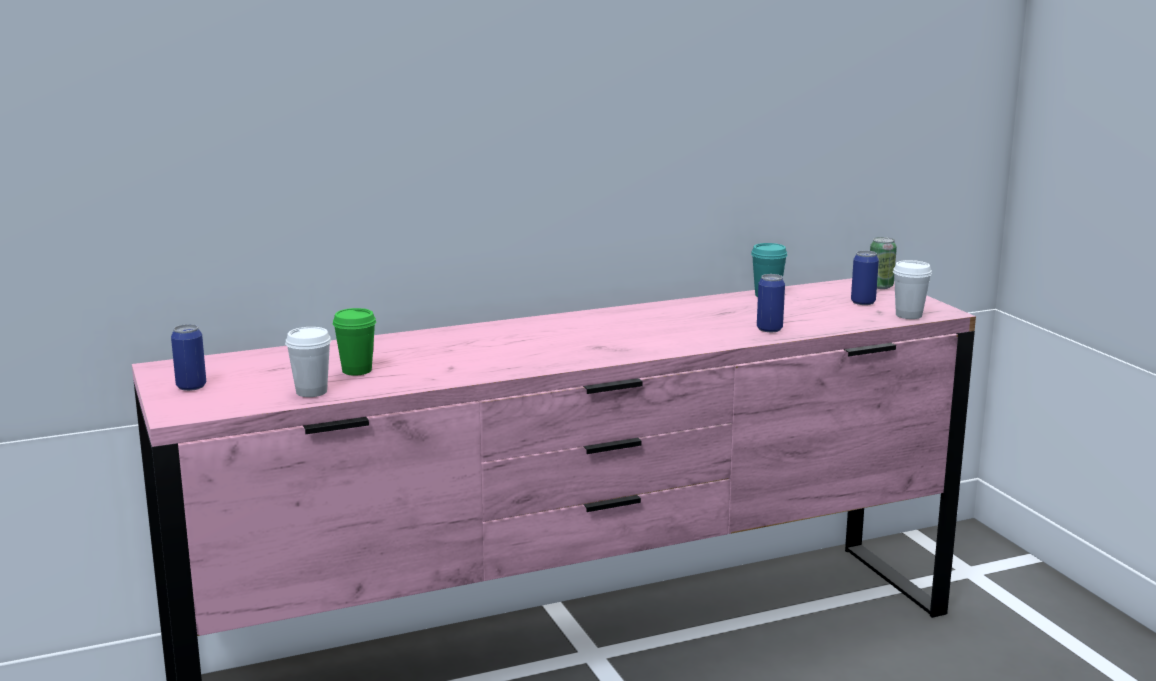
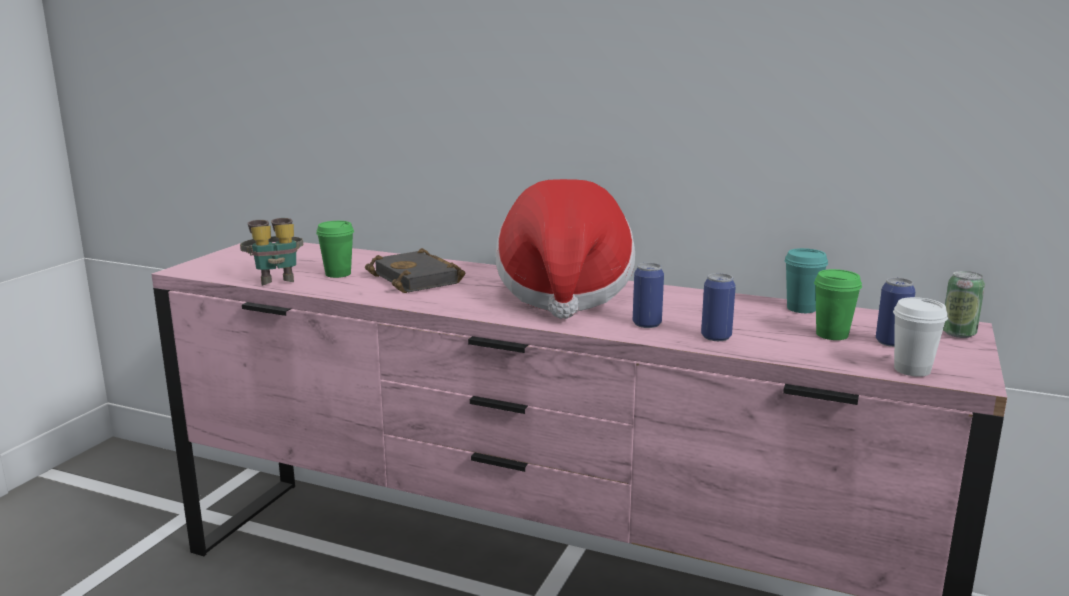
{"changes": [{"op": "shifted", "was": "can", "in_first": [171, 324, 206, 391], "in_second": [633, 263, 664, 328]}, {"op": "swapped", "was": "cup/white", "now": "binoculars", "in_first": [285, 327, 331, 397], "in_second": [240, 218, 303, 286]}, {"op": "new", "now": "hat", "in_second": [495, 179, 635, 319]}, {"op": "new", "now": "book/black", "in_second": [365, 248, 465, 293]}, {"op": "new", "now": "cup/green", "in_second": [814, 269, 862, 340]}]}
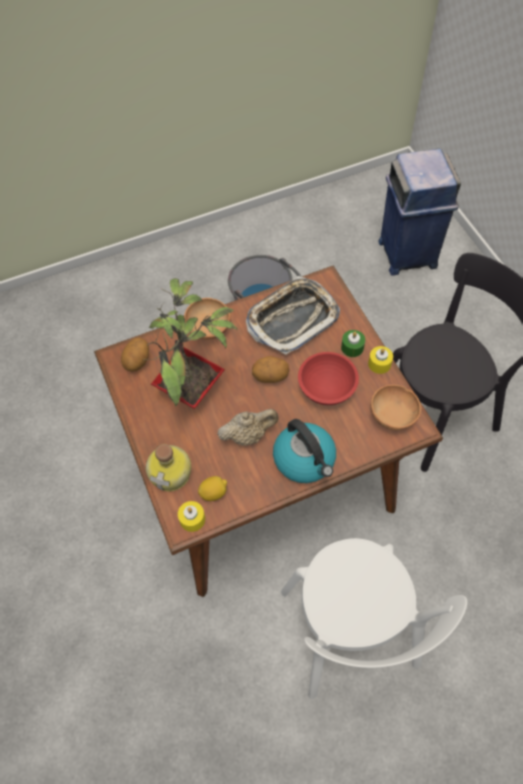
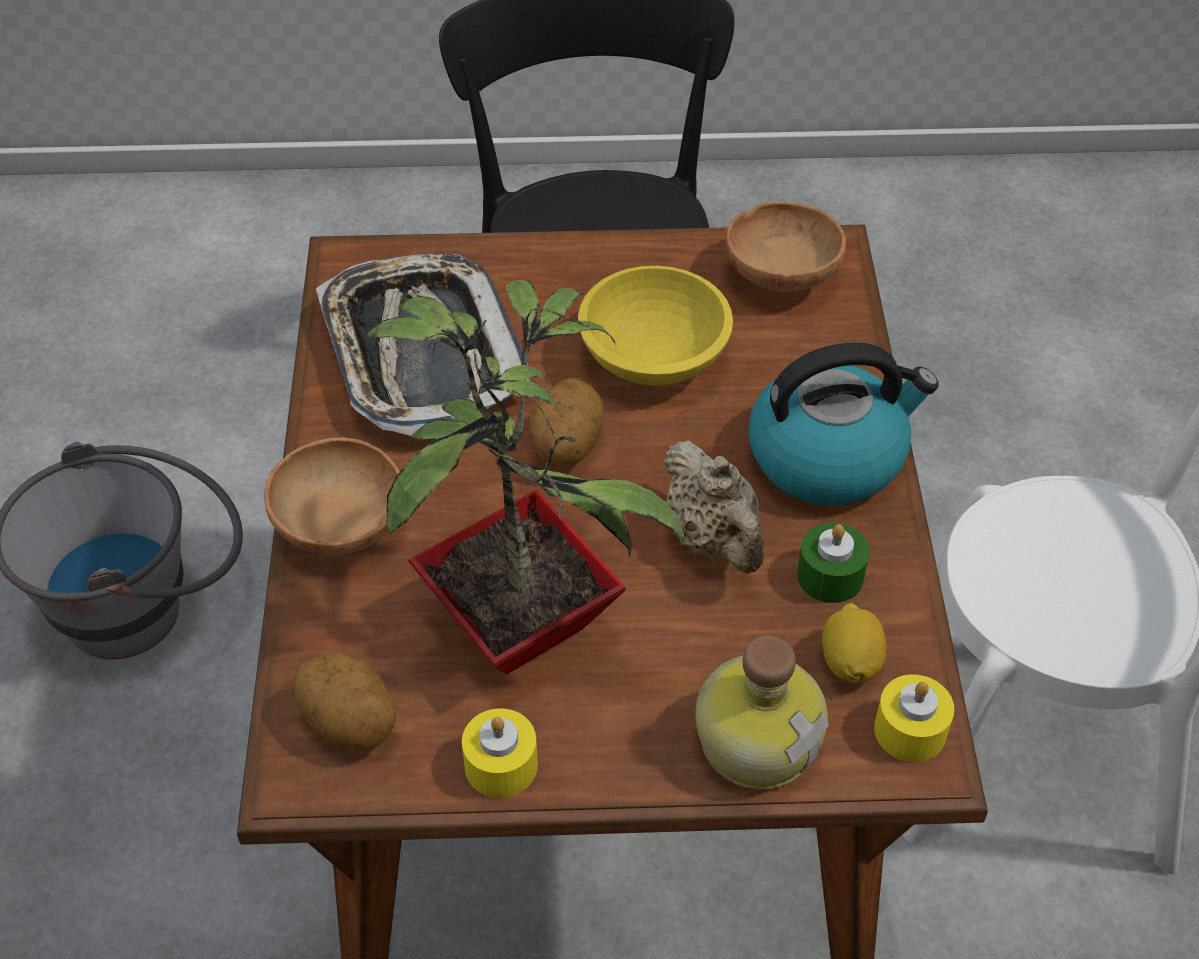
{"changes": [{"op": "gone", "was": "trash can/blue", "in_first": [379, 148, 461, 276]}, {"op": "shifted", "was": "candle/green", "in_first": [341, 330, 365, 357], "in_second": [797, 522, 870, 603]}, {"op": "shifted", "was": "candle/yellow", "in_first": [368, 346, 393, 374], "in_second": [462, 708, 538, 798]}, {"op": "repainted", "was": "bowl/red", "now": "bowl/yellow", "in_first": [298, 352, 359, 405], "in_second": [578, 266, 733, 386]}, {"op": "rotated", "was": "teapot/beige", "in_first": [217, 409, 279, 446], "in_second": [663, 440, 764, 574], "clockwise": 150}]}
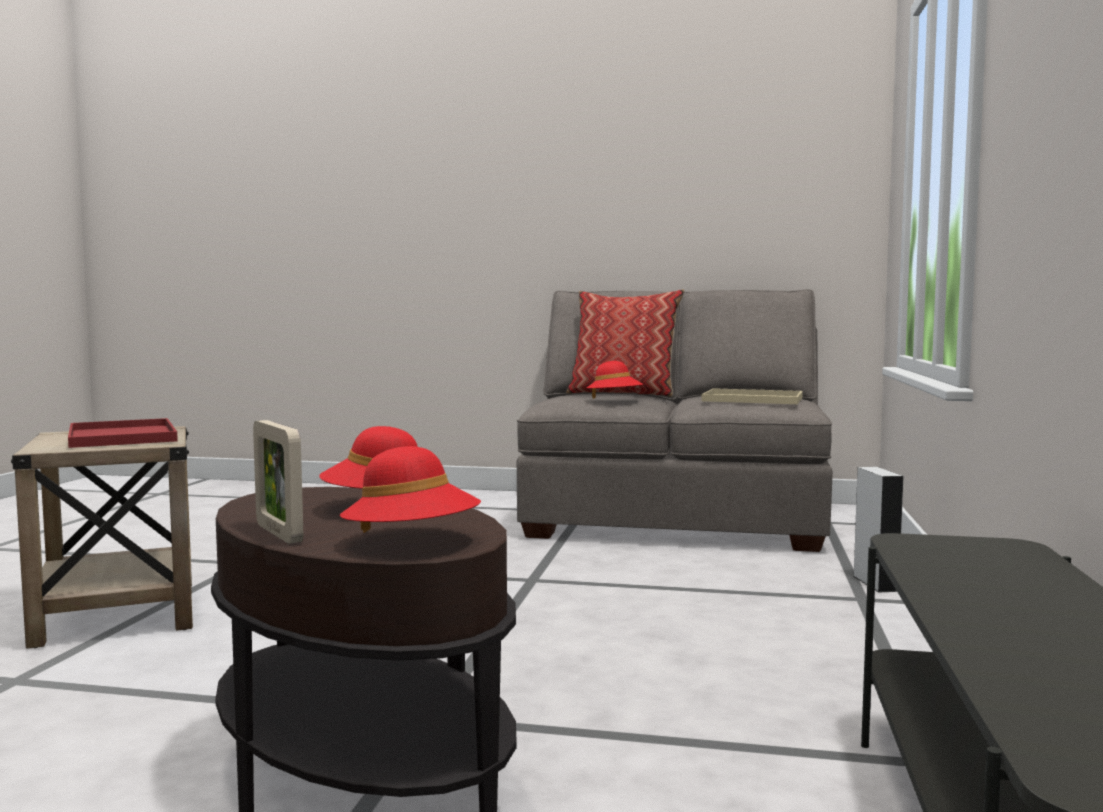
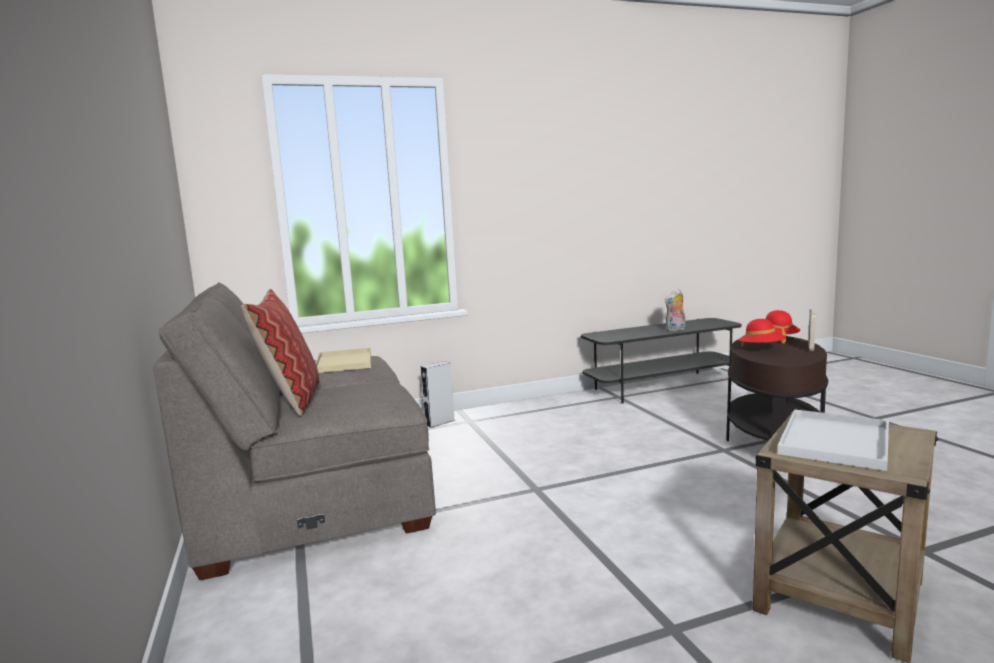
{"changes": [{"op": "gone", "was": "hat/red", "in_first": [587, 361, 643, 399]}, {"op": "repainted", "was": "tray/red", "now": "tray/white", "in_first": [68, 418, 178, 448], "in_second": [777, 409, 889, 471]}, {"op": "new", "now": "plush toy", "in_second": [665, 289, 686, 331]}]}
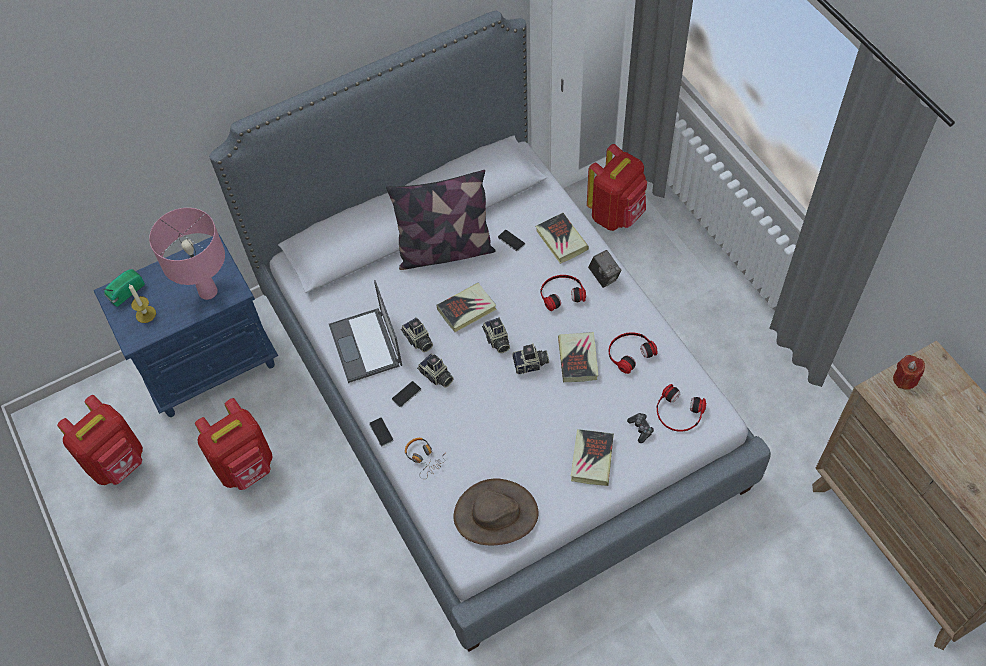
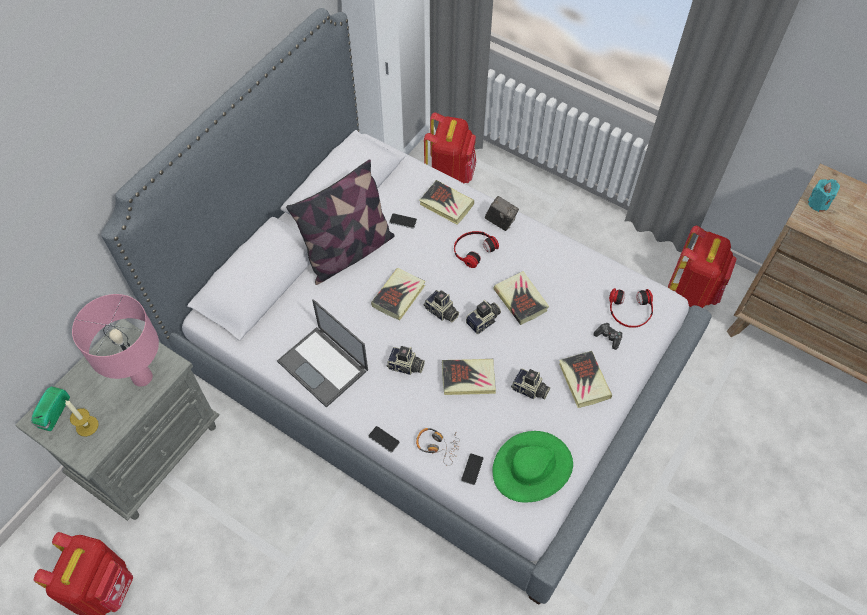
{"changes": [{"op": "repainted", "was": "nightstand/blue", "now": "nightstand/grey", "in_first": [94, 235, 278, 417], "in_second": [15, 319, 220, 521]}, {"op": "shifted", "was": "photo camera", "in_first": [401, 317, 433, 352], "in_second": [511, 369, 550, 400]}, {"op": "gone", "was": "headphones", "in_first": [609, 332, 658, 374]}, {"op": "repainted", "was": "candle/red", "now": "candle/turquoise", "in_first": [893, 355, 925, 390], "in_second": [808, 179, 840, 212]}, {"op": "shifted", "was": "phone", "in_first": [392, 381, 421, 407], "in_second": [461, 453, 484, 485]}, {"op": "shifted", "was": "backpack/red", "in_first": [195, 398, 273, 490], "in_second": [668, 226, 737, 308]}, {"op": "repainted", "was": "hat/brown", "now": "hat/green", "in_first": [454, 479, 539, 545], "in_second": [492, 431, 573, 503]}, {"op": "new", "now": "book", "in_second": [442, 359, 496, 395]}]}
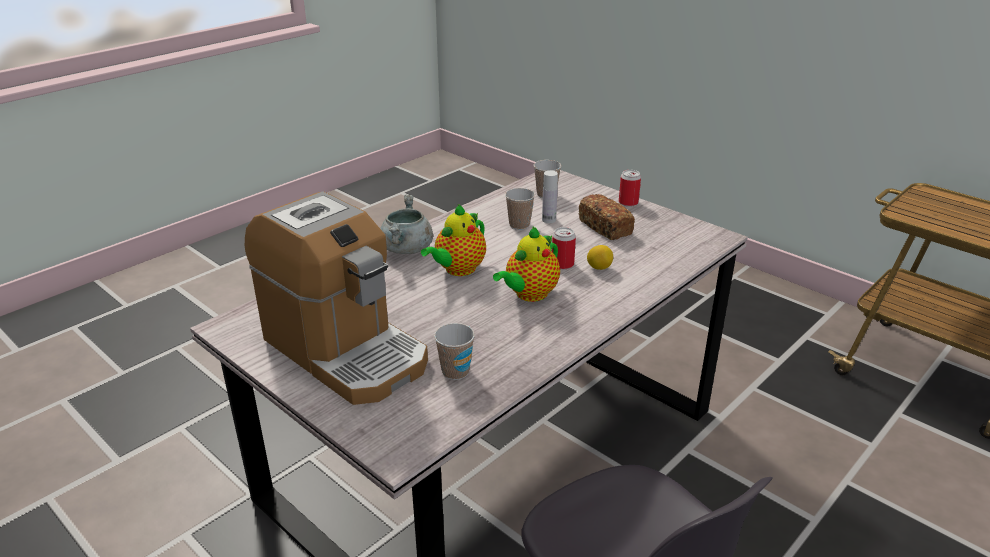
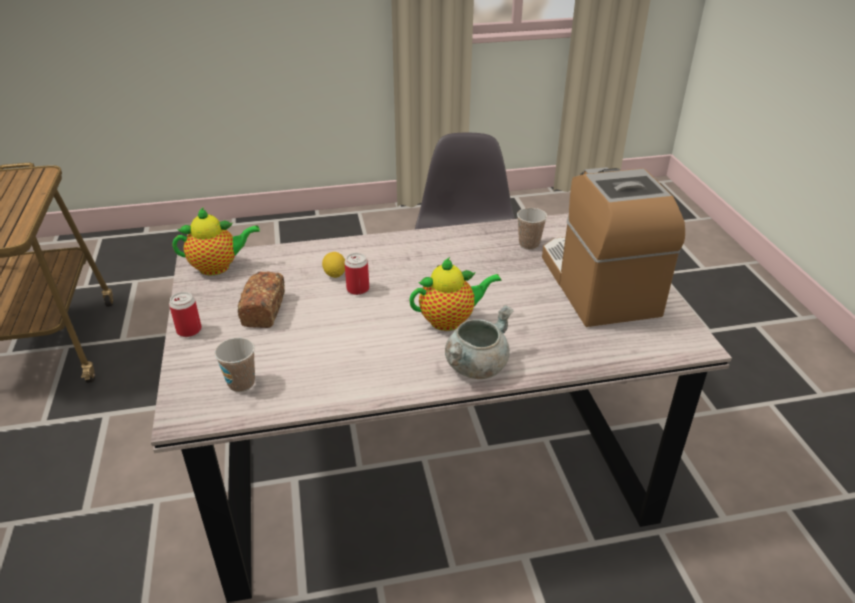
{"changes": [{"op": "gone", "was": "bottle/white", "in_first": [542, 170, 558, 223]}, {"op": "gone", "was": "cup", "in_first": [505, 188, 535, 230]}, {"op": "shifted", "was": "teapot", "in_first": [493, 227, 560, 302], "in_second": [172, 207, 260, 275]}]}
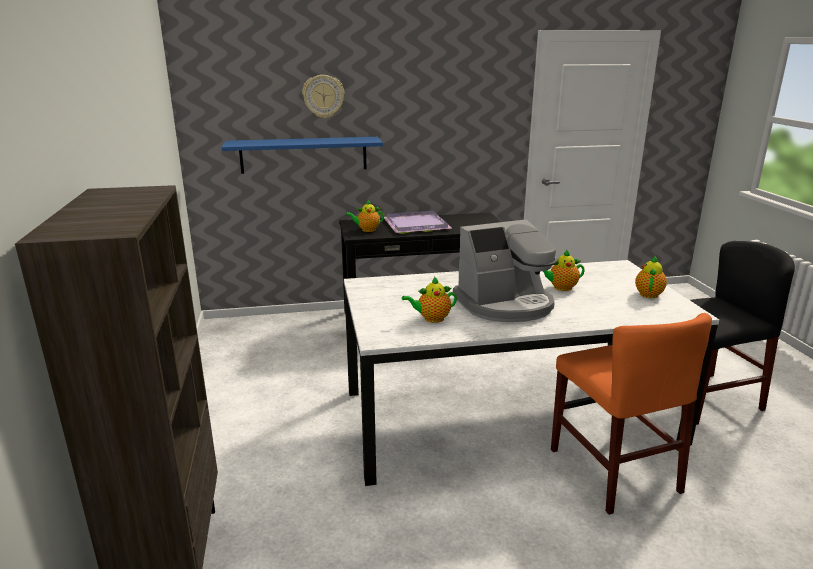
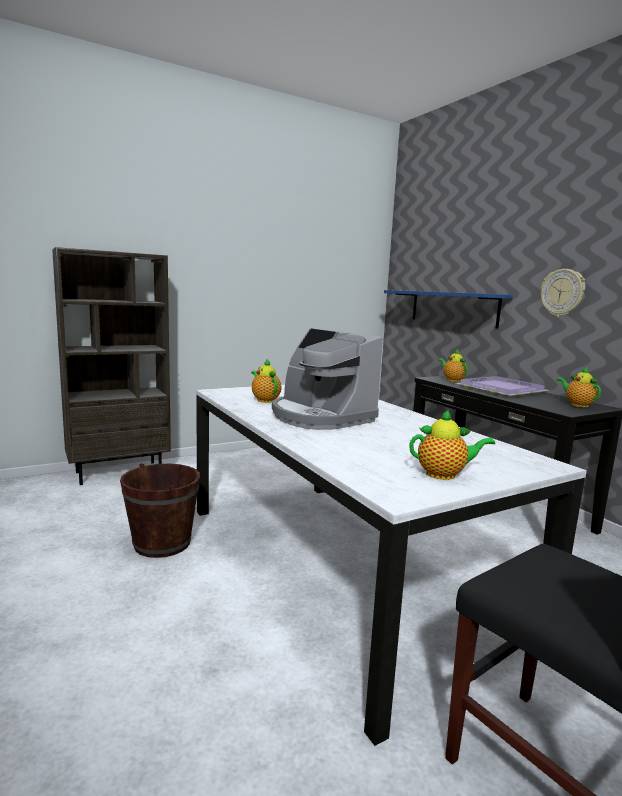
{"changes": [{"op": "shifted", "was": "wall clock", "in_first": [302, 75, 344, 118], "in_second": [541, 269, 585, 317]}, {"op": "shifted", "was": "teapot", "in_first": [543, 250, 585, 291], "in_second": [557, 367, 601, 407]}, {"op": "gone", "was": "chair/orange", "in_first": [551, 313, 712, 515]}, {"op": "new", "now": "bucket/brown", "in_second": [120, 463, 200, 558]}]}
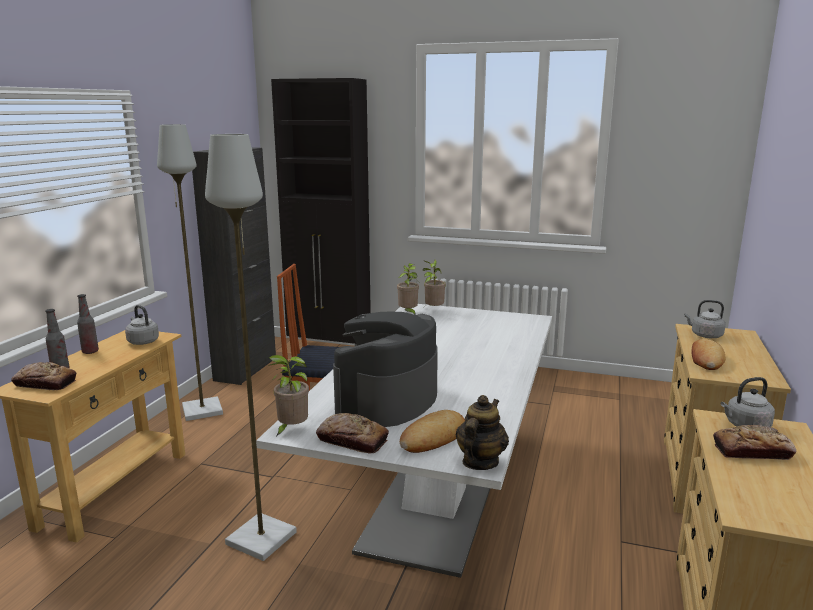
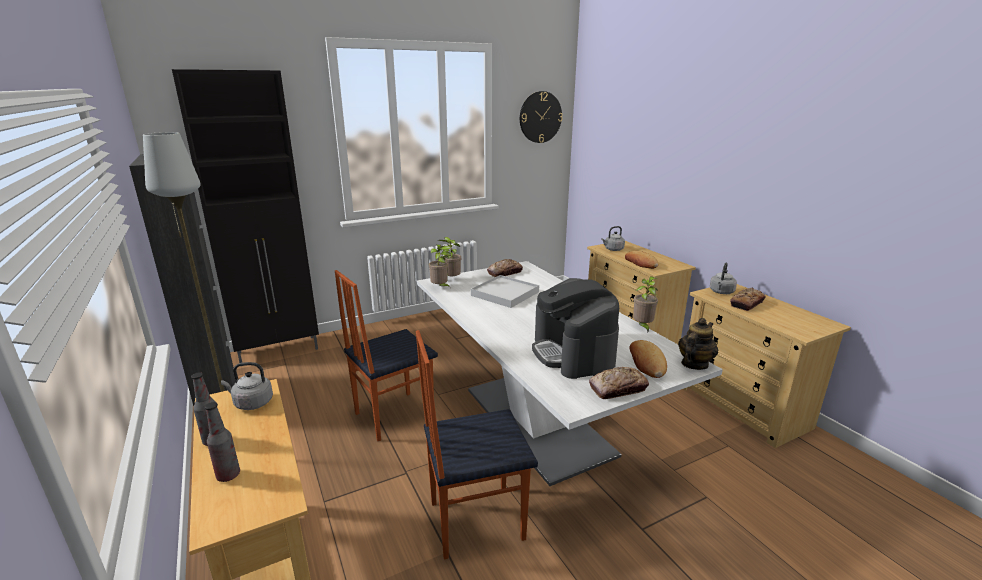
{"changes": [{"op": "swapped", "was": "floor lamp/grey", "now": "chair", "in_first": [205, 134, 297, 561], "in_second": [416, 330, 538, 559]}, {"op": "shifted", "was": "potted plant", "in_first": [268, 355, 309, 438], "in_second": [633, 276, 658, 333]}, {"op": "shifted", "was": "bread", "in_first": [11, 362, 76, 390], "in_second": [487, 259, 523, 277]}, {"op": "rotated", "was": "teapot", "in_first": [455, 395, 509, 470], "in_second": [678, 318, 718, 370], "clockwise": 60}, {"op": "new", "now": "wall clock", "in_second": [520, 91, 563, 143]}, {"op": "new", "now": "tray/white", "in_second": [471, 275, 539, 308]}]}
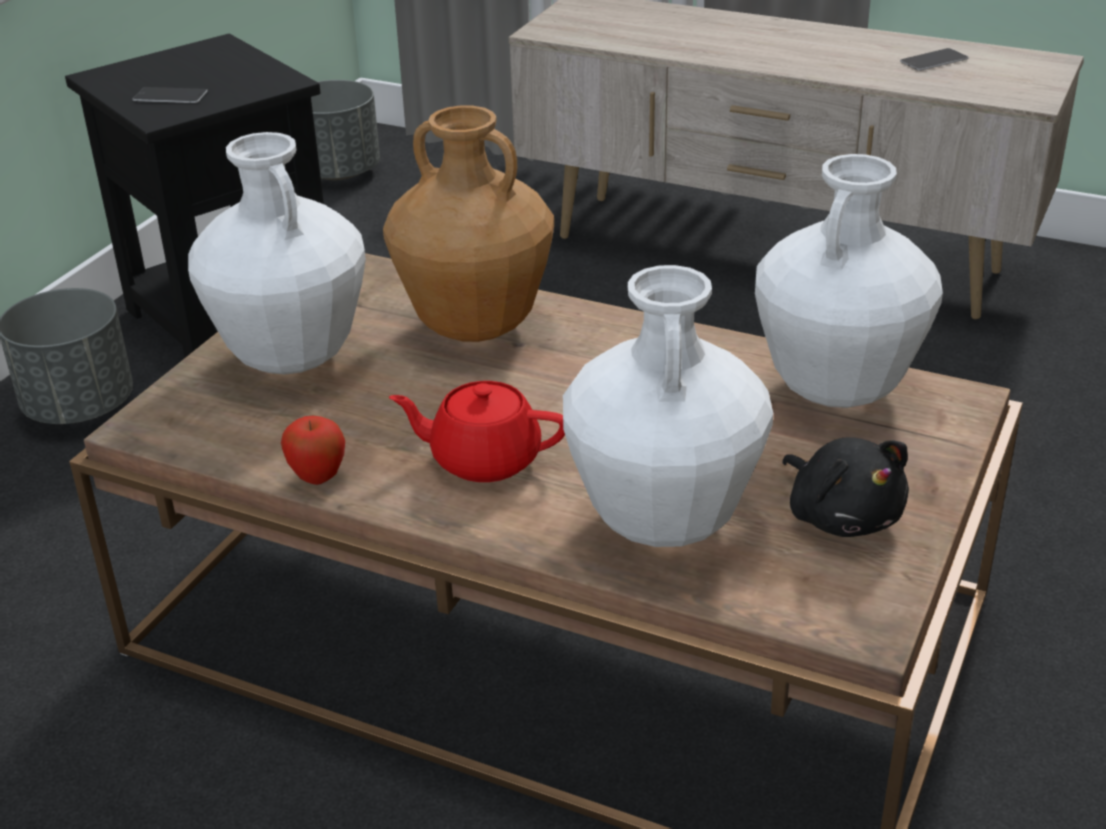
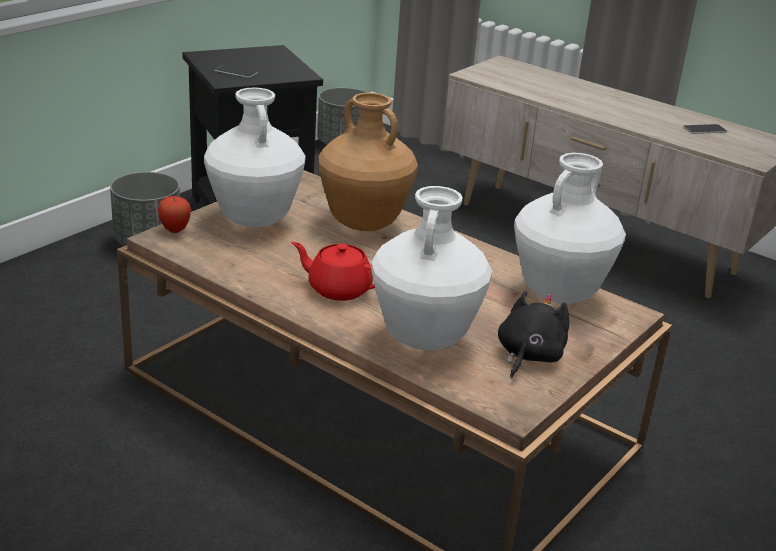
{"changes": [{"op": "shifted", "was": "apple", "in_first": [281, 416, 345, 485], "in_second": [158, 196, 191, 233]}, {"op": "rotated", "was": "plush toy/black", "in_first": [782, 437, 909, 537], "in_second": [498, 291, 569, 378], "clockwise": -135}]}
